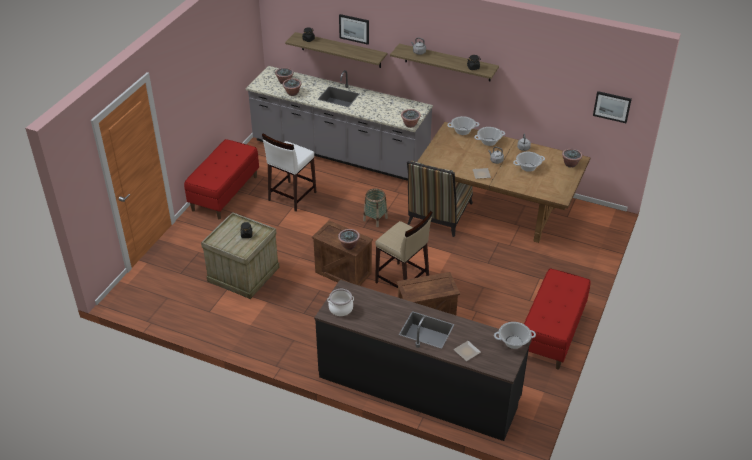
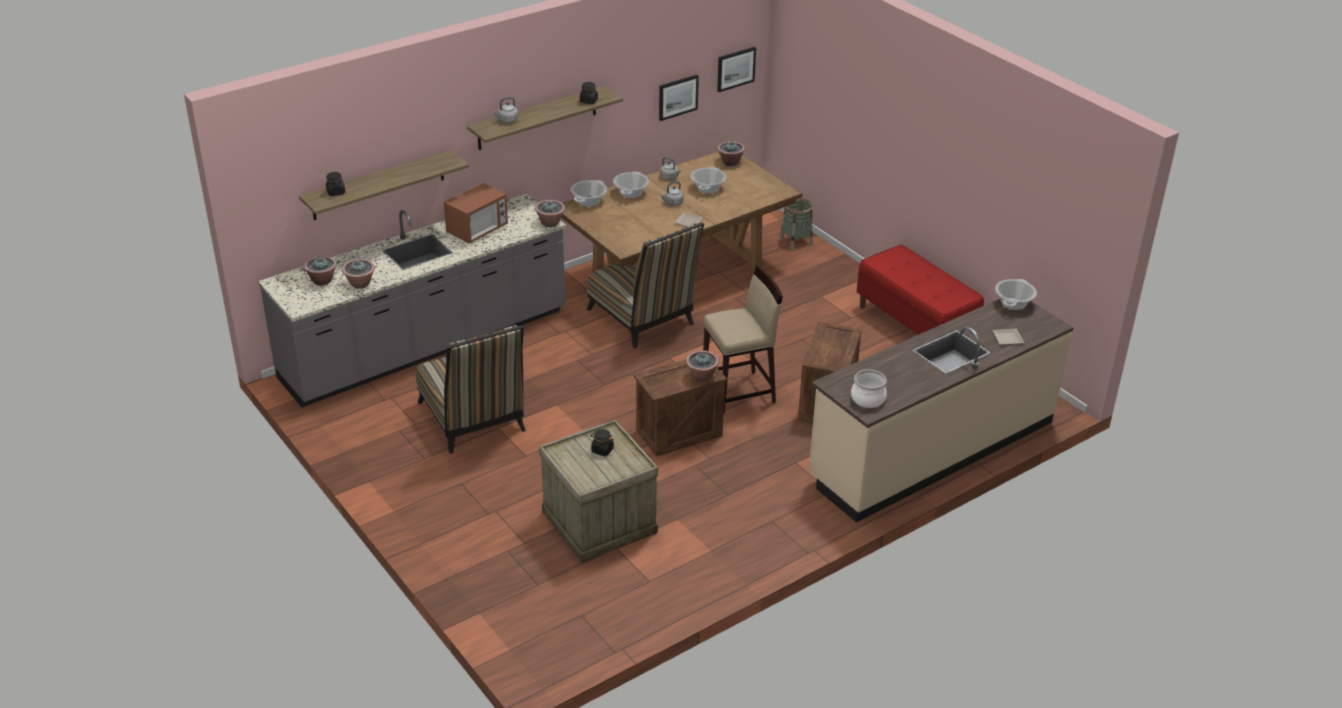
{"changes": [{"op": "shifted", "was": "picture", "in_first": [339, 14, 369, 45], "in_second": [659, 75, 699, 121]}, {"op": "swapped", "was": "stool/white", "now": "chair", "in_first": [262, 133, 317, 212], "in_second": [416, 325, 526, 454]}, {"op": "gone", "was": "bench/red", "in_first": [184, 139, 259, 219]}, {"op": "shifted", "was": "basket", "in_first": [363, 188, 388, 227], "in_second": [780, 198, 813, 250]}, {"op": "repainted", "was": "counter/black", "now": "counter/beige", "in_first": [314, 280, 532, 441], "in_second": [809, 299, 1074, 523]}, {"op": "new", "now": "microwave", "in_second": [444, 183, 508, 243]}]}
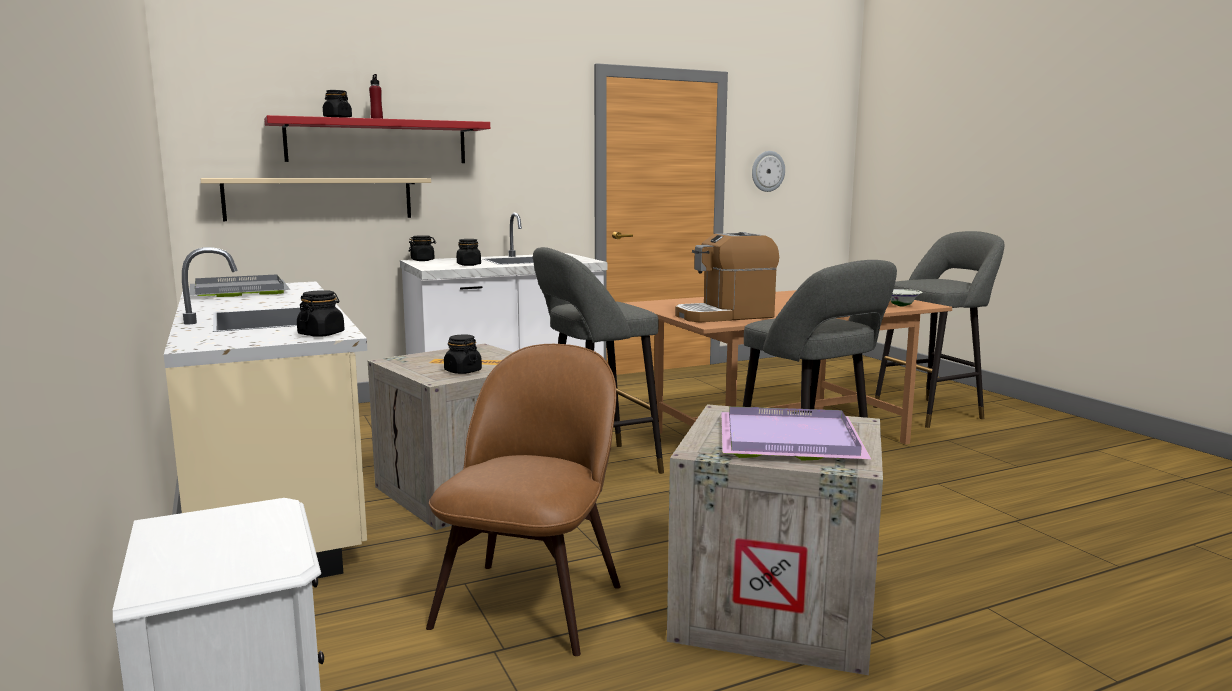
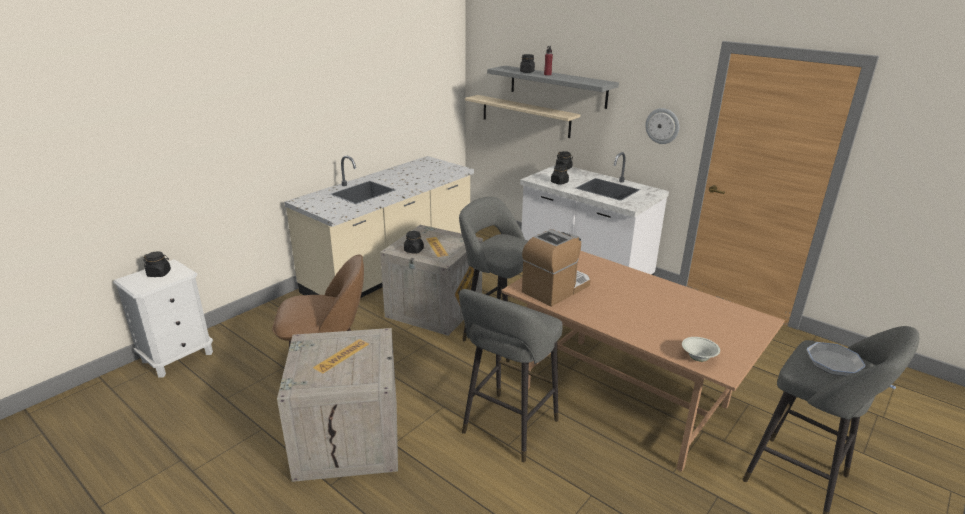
{"changes": [{"op": "repainted", "was": "shelf/red", "now": "shelf/grey", "in_first": [264, 115, 490, 163], "in_second": [487, 65, 619, 109]}, {"op": "shifted", "was": "wall clock", "in_first": [752, 151, 785, 192], "in_second": [645, 108, 679, 144]}, {"op": "rotated", "was": "coffee machine", "in_first": [675, 232, 779, 322], "in_second": [522, 229, 590, 307], "clockwise": 90}, {"op": "gone", "was": "tray/grey", "in_first": [189, 274, 290, 297]}, {"op": "shifted", "was": "jar/black", "in_first": [297, 290, 344, 337], "in_second": [143, 251, 171, 277]}, {"op": "gone", "was": "tray/purple", "in_first": [721, 406, 871, 461]}, {"op": "new", "now": "frying pan", "in_second": [807, 342, 896, 389]}]}
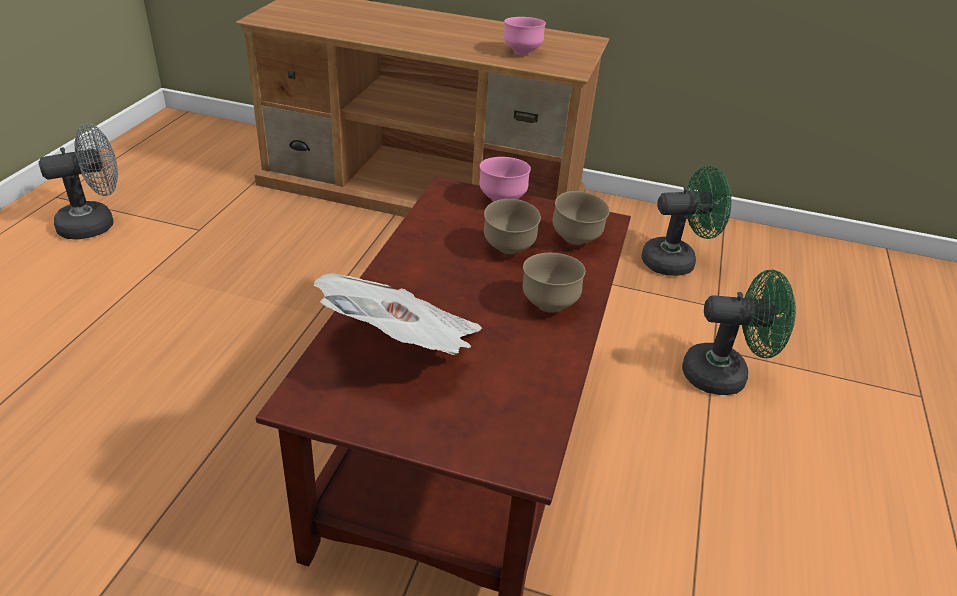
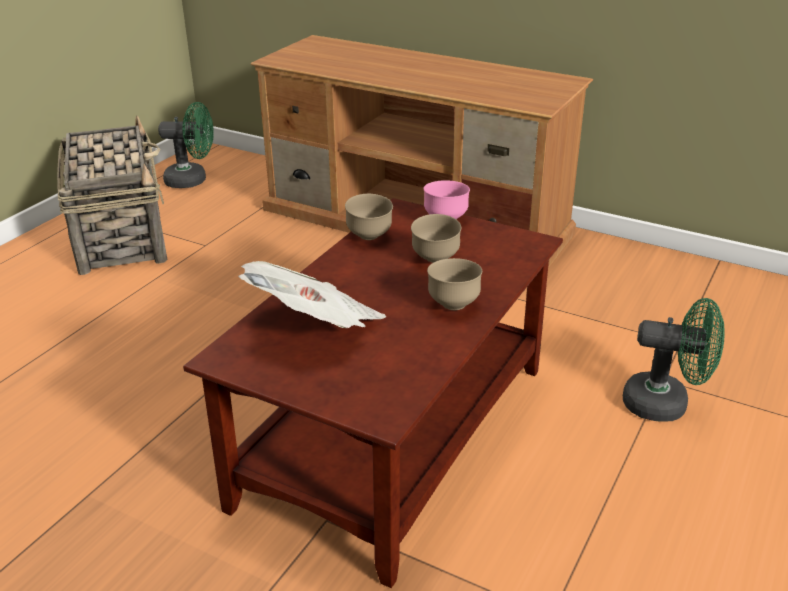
{"changes": [{"op": "gone", "was": "bowl/pink", "in_first": [504, 17, 546, 55]}, {"op": "swapped", "was": "fan/grey", "now": "basket", "in_first": [38, 123, 118, 240], "in_second": [57, 116, 167, 275]}, {"op": "shifted", "was": "fan/green", "in_first": [641, 166, 731, 276], "in_second": [158, 102, 214, 188]}, {"op": "shifted", "was": "bowl/brown", "in_first": [552, 191, 610, 245], "in_second": [345, 194, 393, 240]}]}
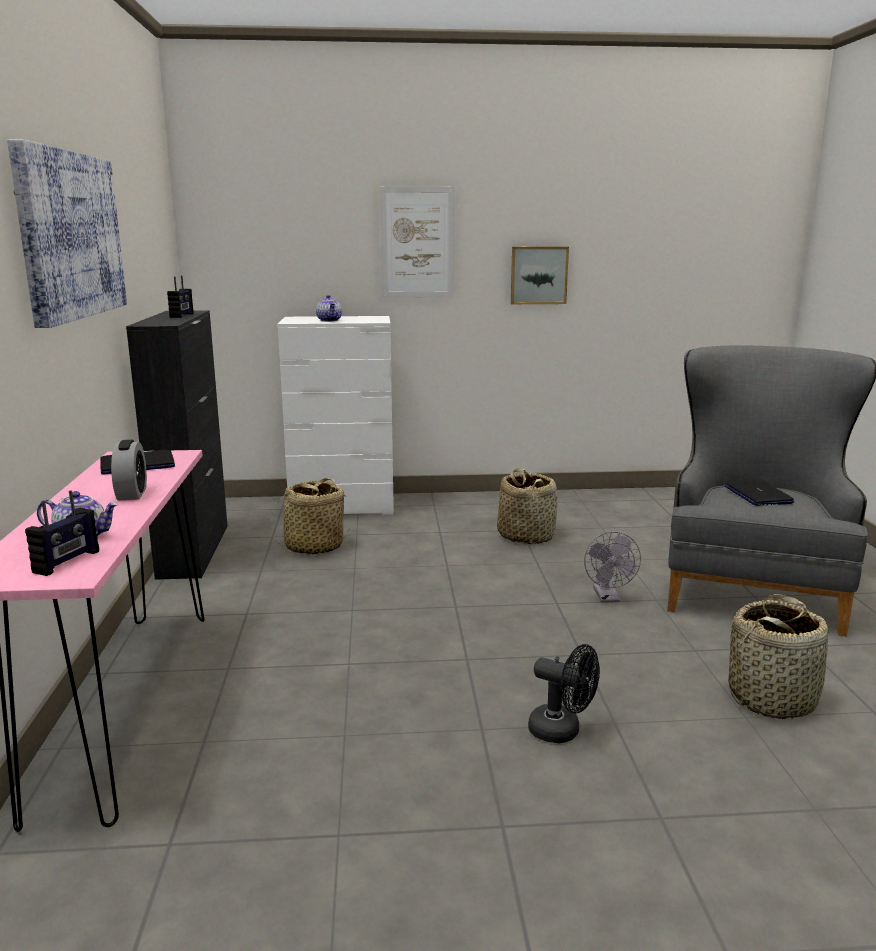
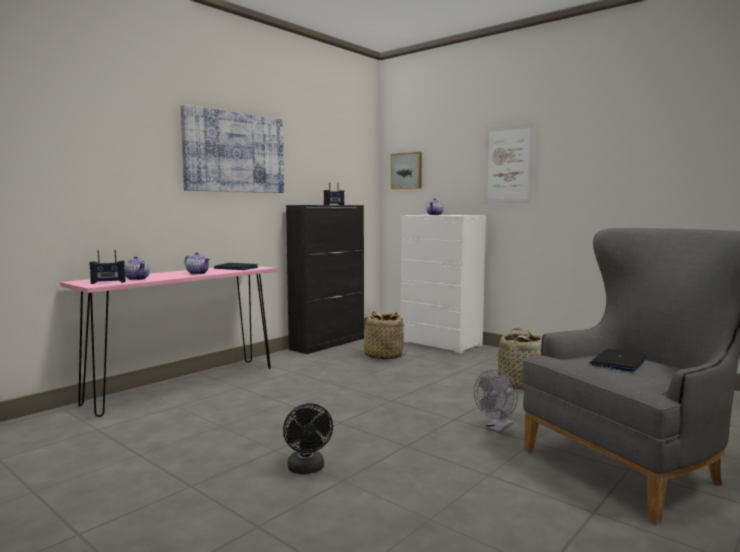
{"changes": [{"op": "shifted", "was": "picture", "in_first": [511, 247, 569, 304], "in_second": [391, 152, 422, 189]}, {"op": "swapped", "was": "alarm clock", "now": "teapot", "in_first": [111, 440, 147, 501], "in_second": [185, 252, 210, 275]}, {"op": "gone", "was": "basket", "in_first": [729, 594, 829, 719]}]}
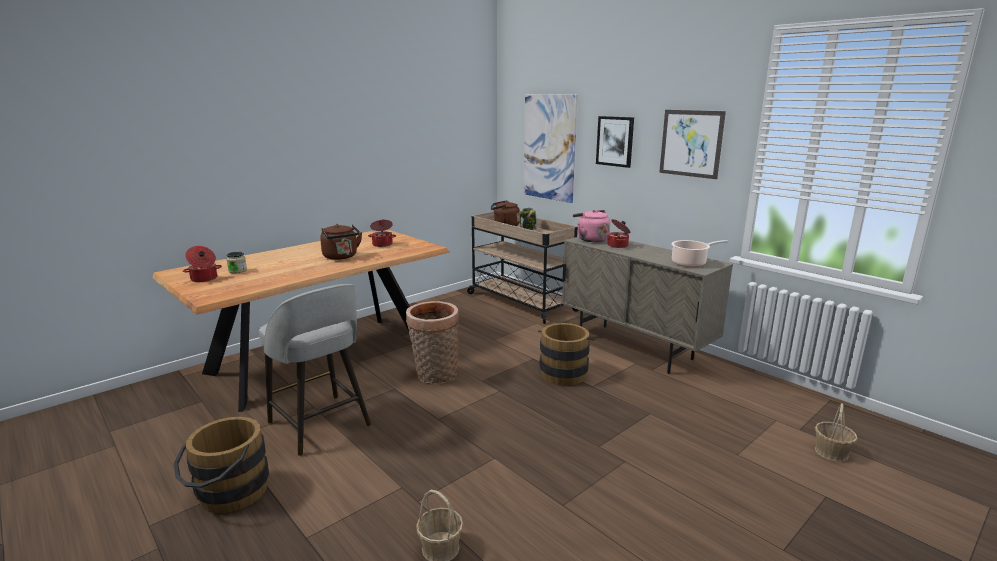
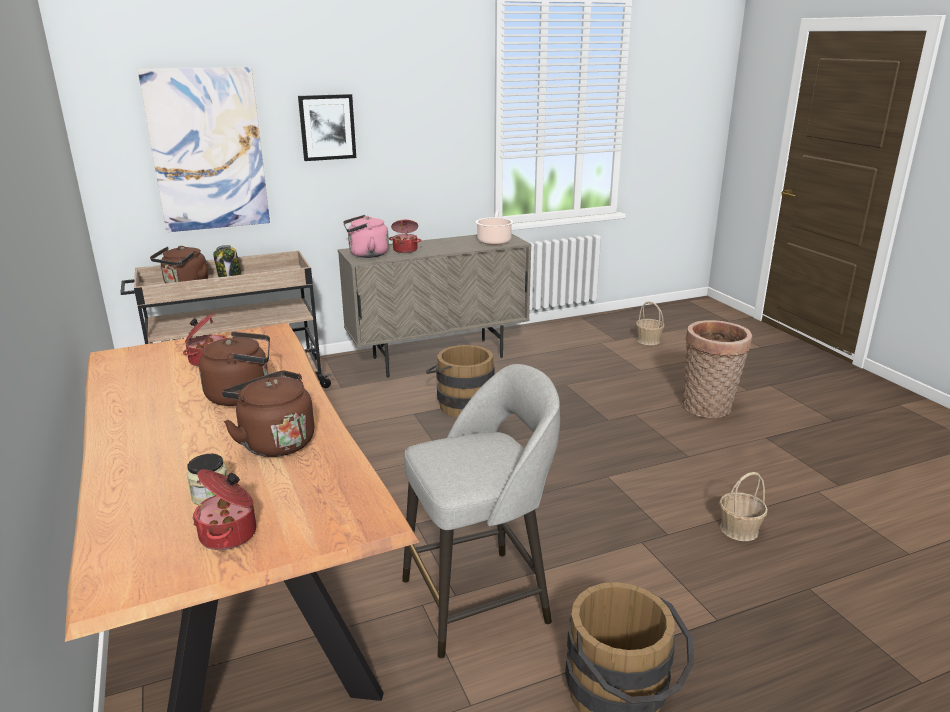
{"changes": [{"op": "gone", "was": "picture", "in_first": [659, 110, 726, 179]}, {"op": "shifted", "was": "basket", "in_first": [406, 301, 459, 384], "in_second": [682, 320, 752, 418]}, {"op": "new", "now": "kettle/brown", "in_second": [222, 370, 314, 457]}]}
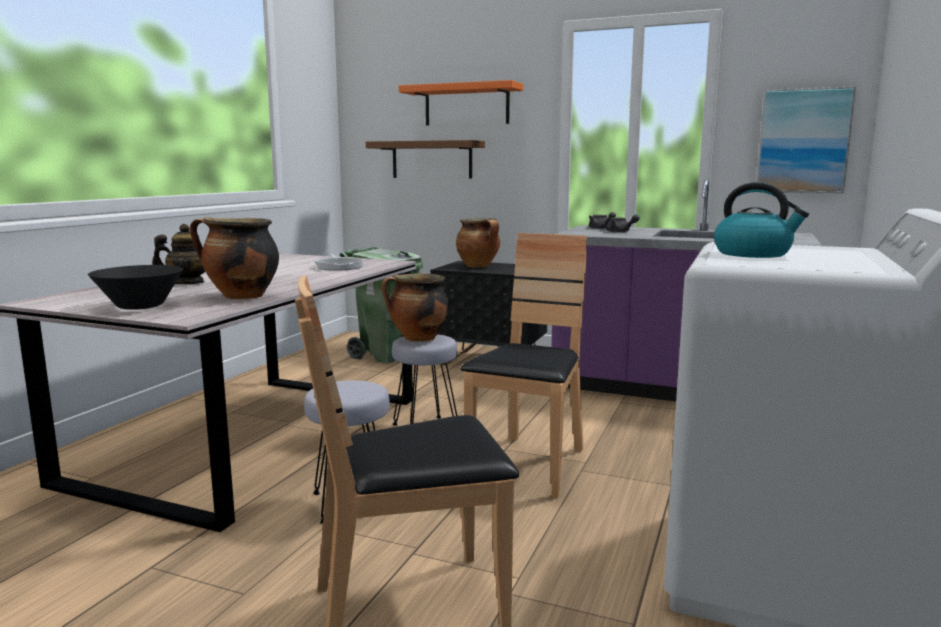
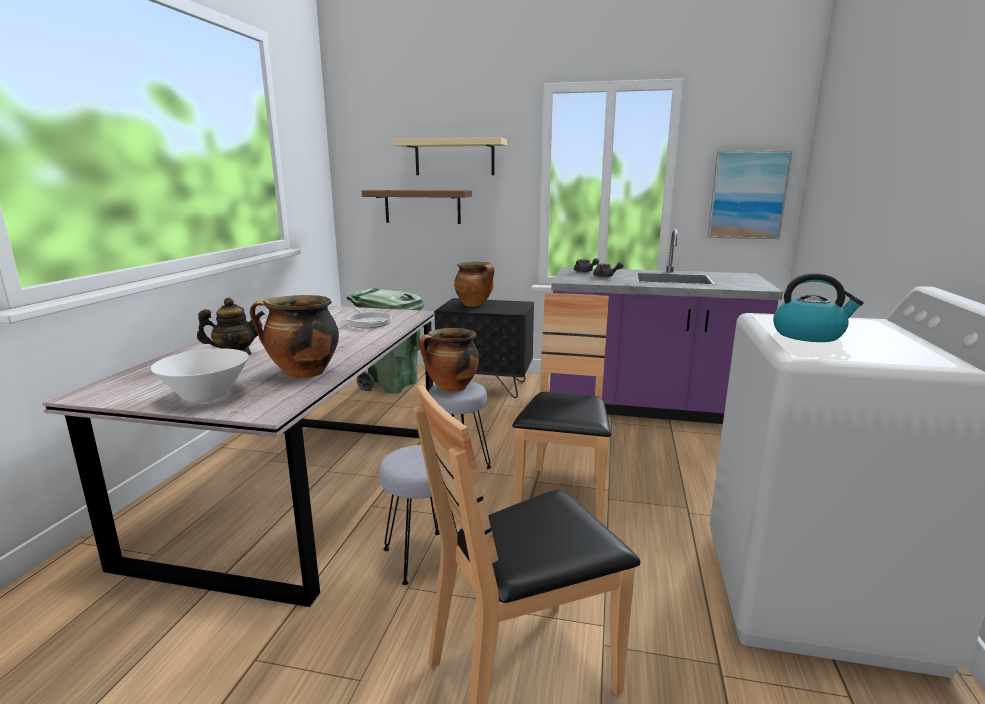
{"changes": [{"op": "repainted", "was": "shelf/orange", "now": "shelf/beige", "in_first": [399, 80, 523, 126], "in_second": [392, 137, 507, 175]}, {"op": "repainted", "was": "bowl/black", "now": "bowl/white", "in_first": [88, 265, 183, 310], "in_second": [151, 348, 249, 402]}]}
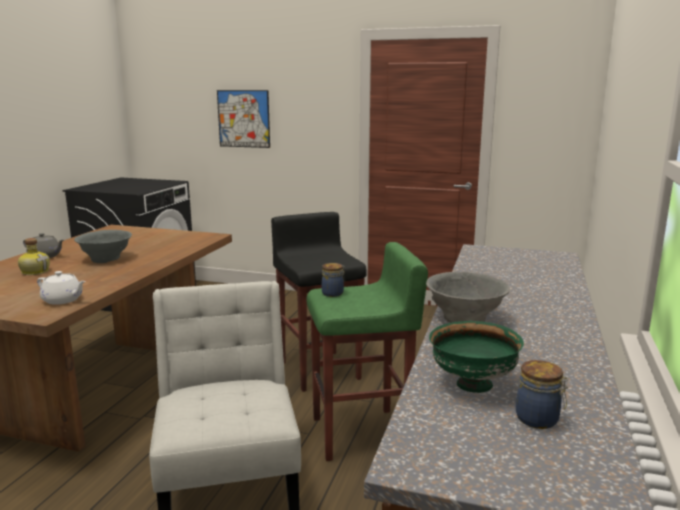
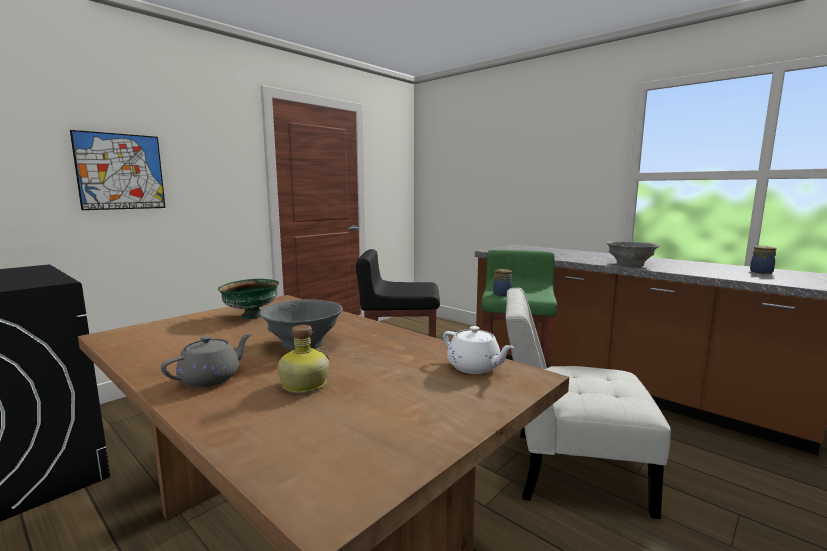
{"changes": [{"op": "rotated", "was": "teapot/white", "in_first": [37, 271, 86, 305], "in_second": [443, 326, 514, 374], "clockwise": 90}, {"op": "shifted", "was": "bowl/green", "in_first": [429, 321, 524, 393], "in_second": [218, 279, 279, 319]}]}
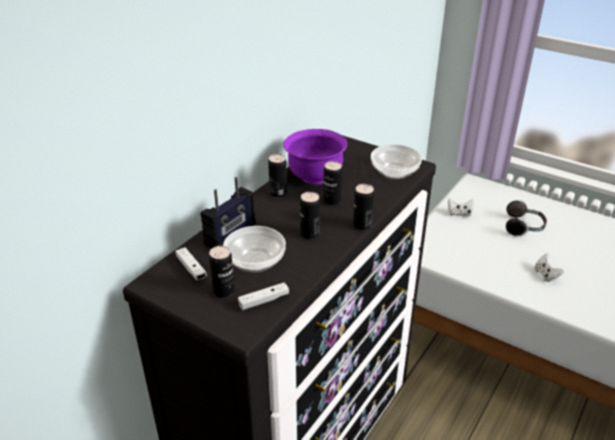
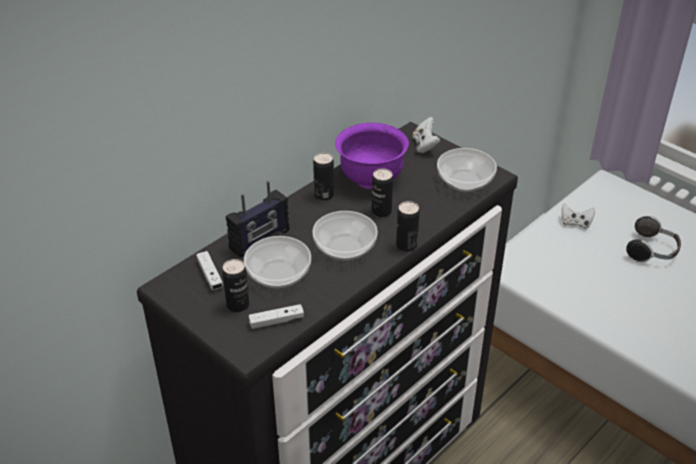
{"changes": [{"op": "swapped", "was": "can", "now": "bowl", "in_first": [300, 192, 320, 239], "in_second": [312, 211, 378, 261]}, {"op": "shifted", "was": "game controller/white", "in_first": [534, 254, 564, 282], "in_second": [413, 117, 440, 153]}]}
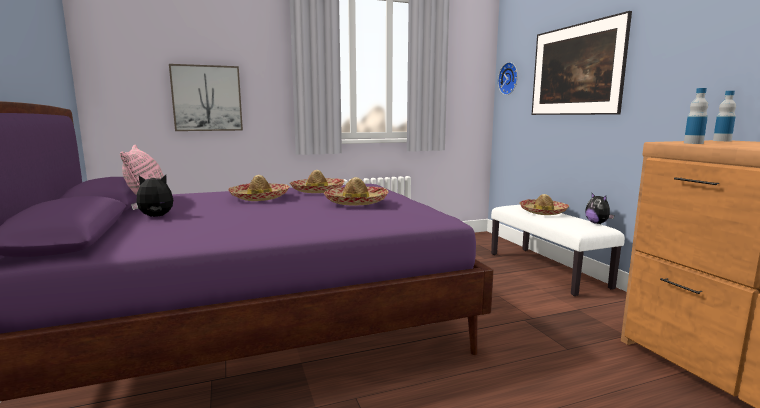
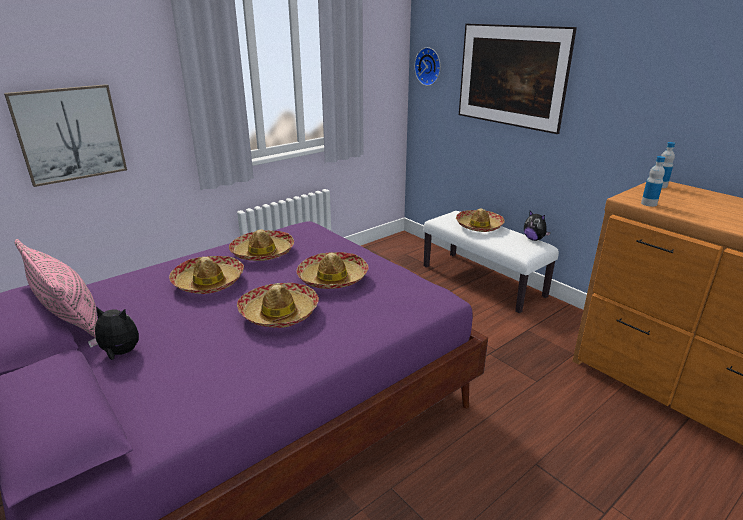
{"changes": [{"op": "rotated", "was": "plush toy", "in_first": [131, 175, 173, 217], "in_second": [88, 306, 139, 360], "clockwise": 45}, {"op": "new", "now": "hat", "in_second": [237, 283, 319, 328]}]}
